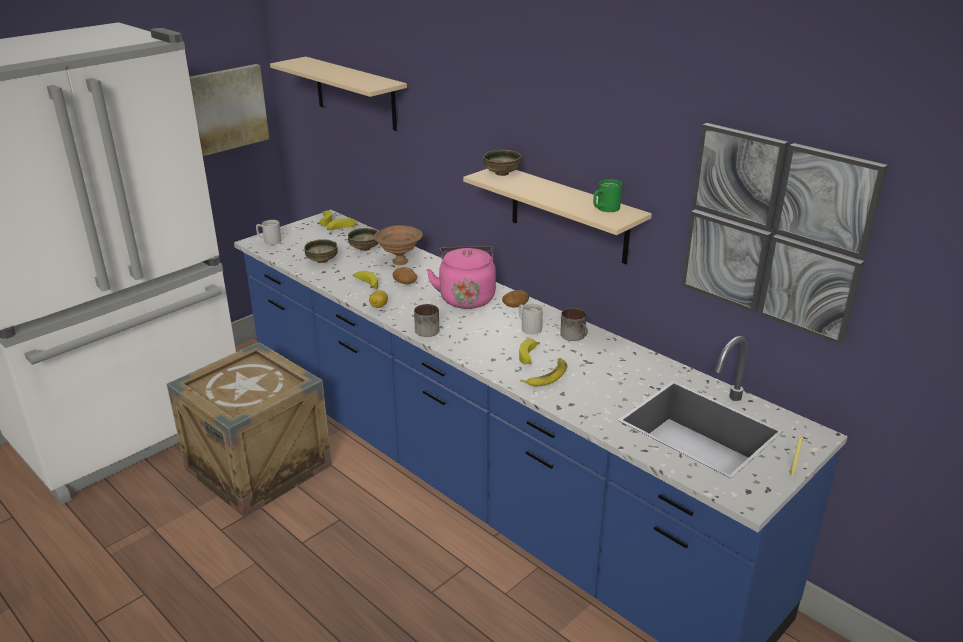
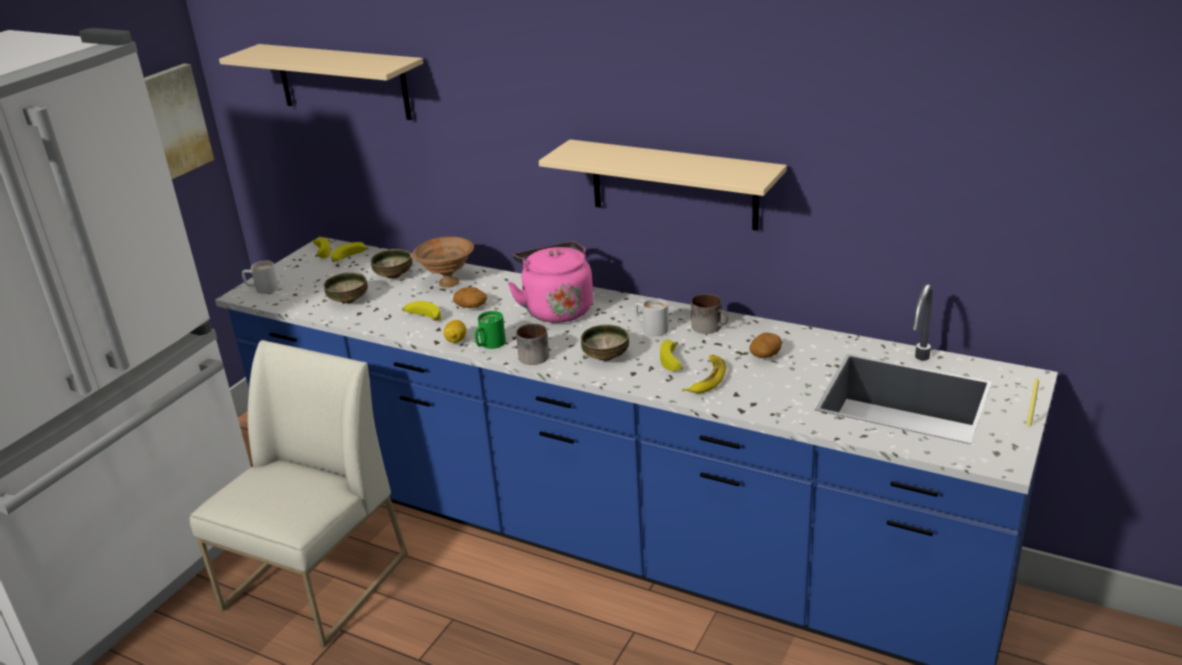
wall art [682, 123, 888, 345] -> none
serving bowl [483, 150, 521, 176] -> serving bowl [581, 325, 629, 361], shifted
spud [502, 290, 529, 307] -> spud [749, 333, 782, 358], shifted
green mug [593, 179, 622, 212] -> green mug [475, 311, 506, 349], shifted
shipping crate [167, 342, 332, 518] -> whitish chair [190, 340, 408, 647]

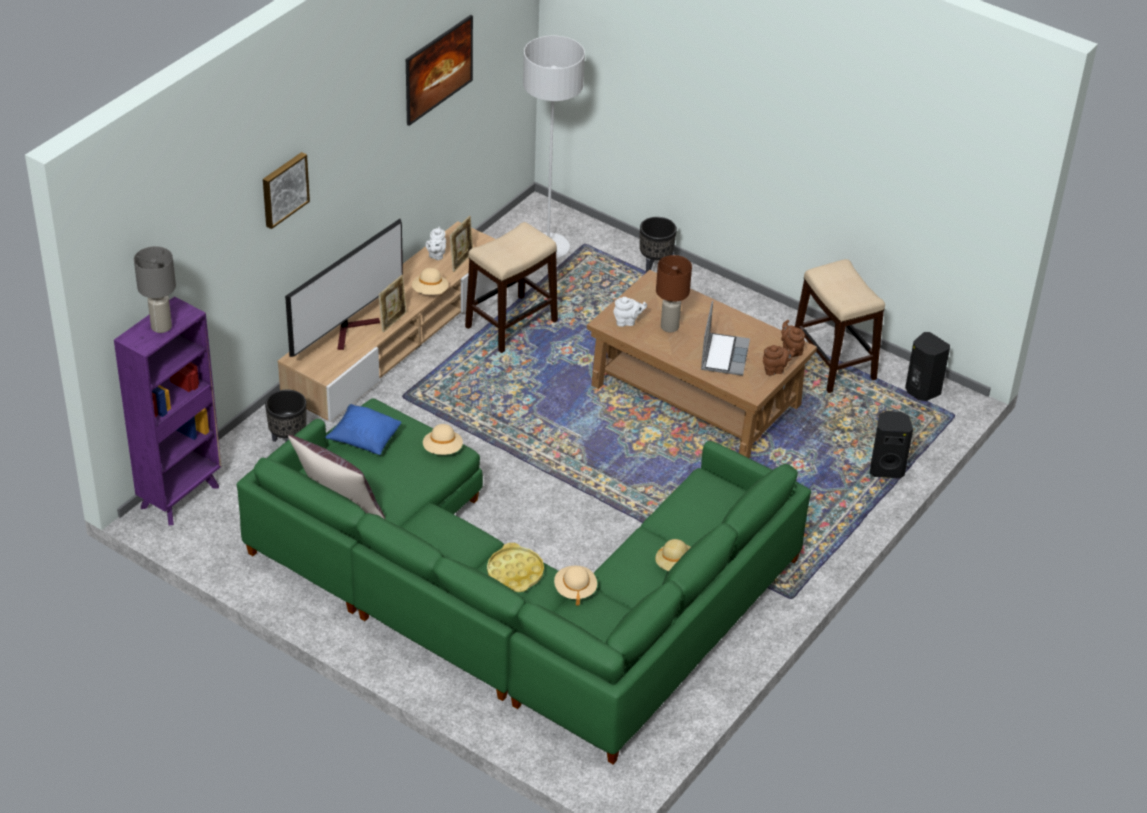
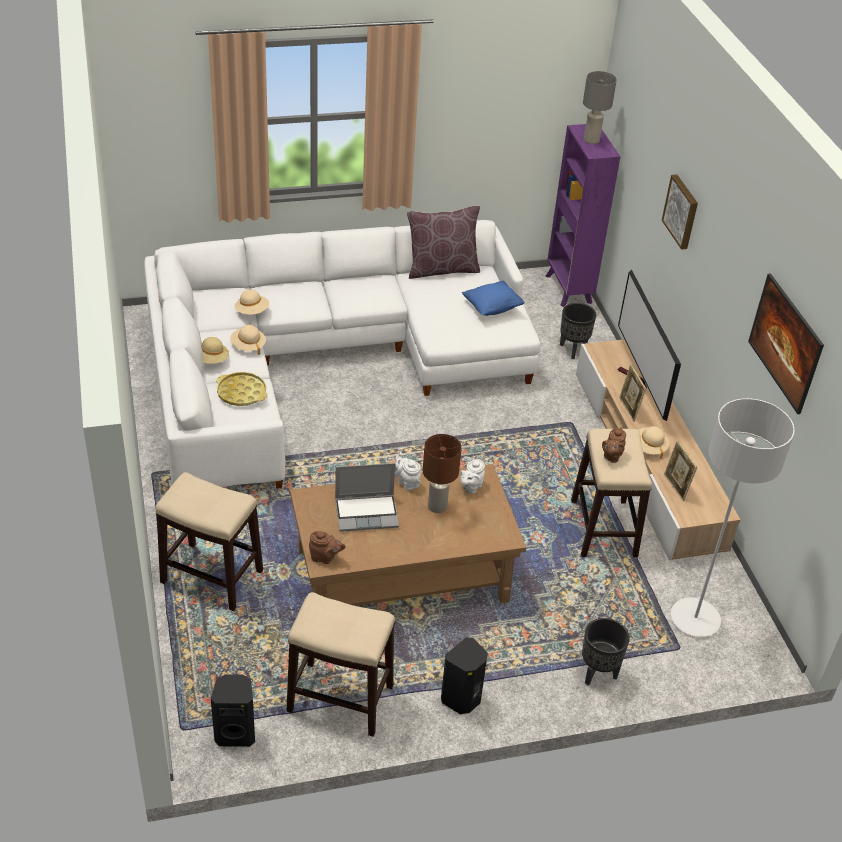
none -> stool seat [155, 472, 263, 611]
beige-coloured clothing hat [423, 424, 463, 455] -> beige-coloured clothing hat [230, 325, 266, 355], shifted
whitish tea pot [425, 227, 446, 260] -> whitish tea pot [395, 452, 421, 491], shifted
yellowish carrying tray [487, 543, 544, 592] -> yellowish carrying tray [216, 372, 267, 406], shifted
brownish tea pot [763, 345, 796, 376] -> brownish tea pot [602, 427, 626, 463], shifted
black-coloured loudspeaker [870, 411, 913, 478] -> black-coloured loudspeaker [441, 637, 488, 714], shifted
green sofa [237, 398, 811, 764] -> whitish sofa [144, 220, 541, 489]
notebook computer [701, 301, 750, 376] -> notebook computer [335, 463, 399, 532], 60 degrees counterclockwise

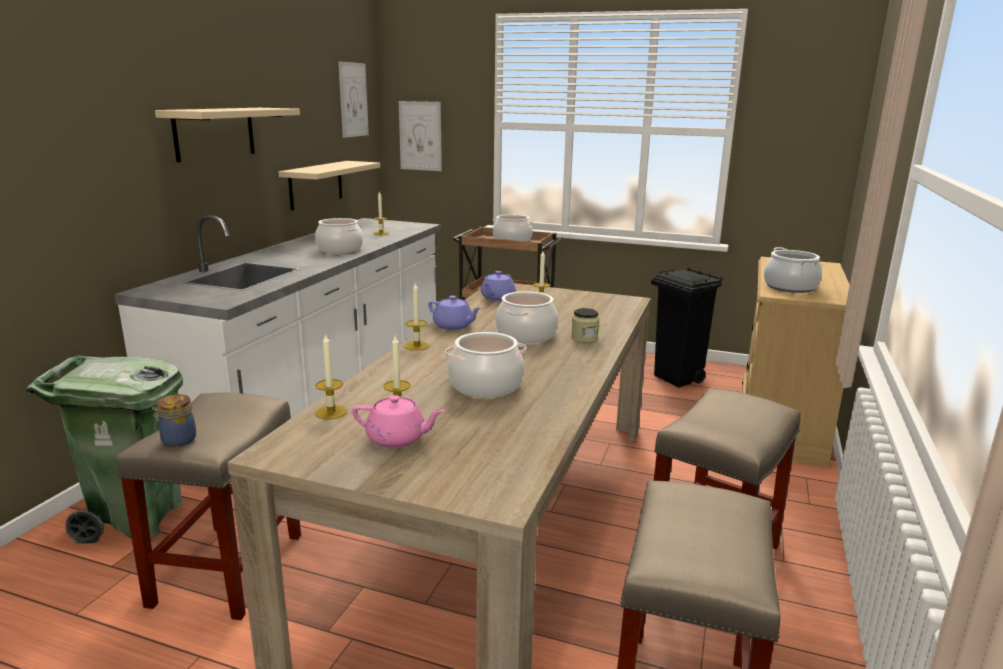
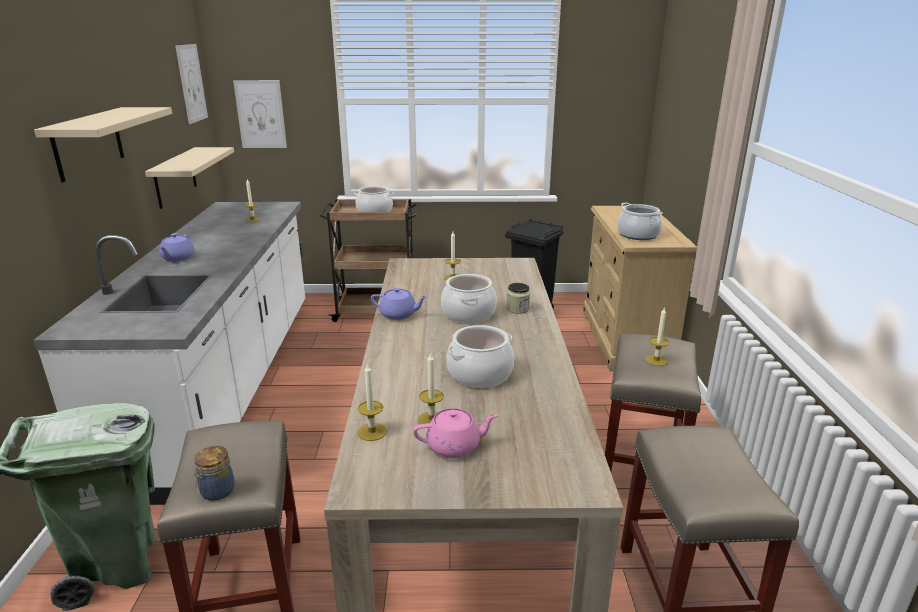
cooking pot [315, 218, 363, 254] -> none
wax candle [404, 283, 429, 351] -> wax candle [645, 307, 669, 366], shifted
purple-coloured tea pot [481, 271, 516, 301] -> purple-coloured tea pot [159, 233, 195, 261], shifted

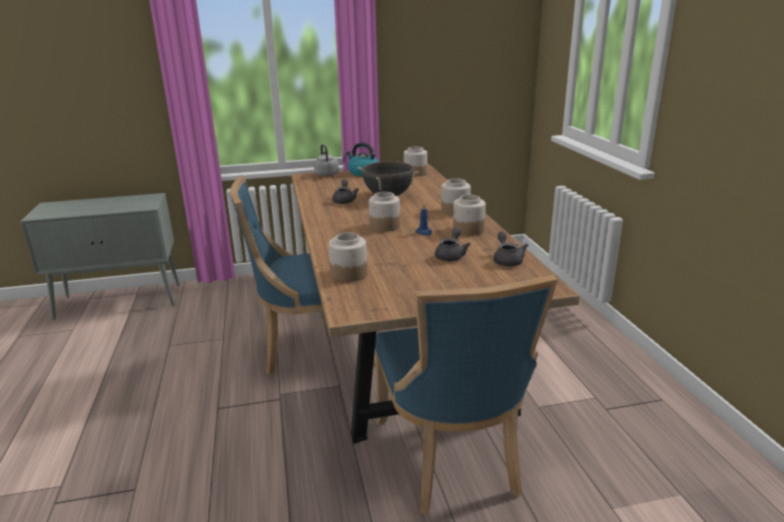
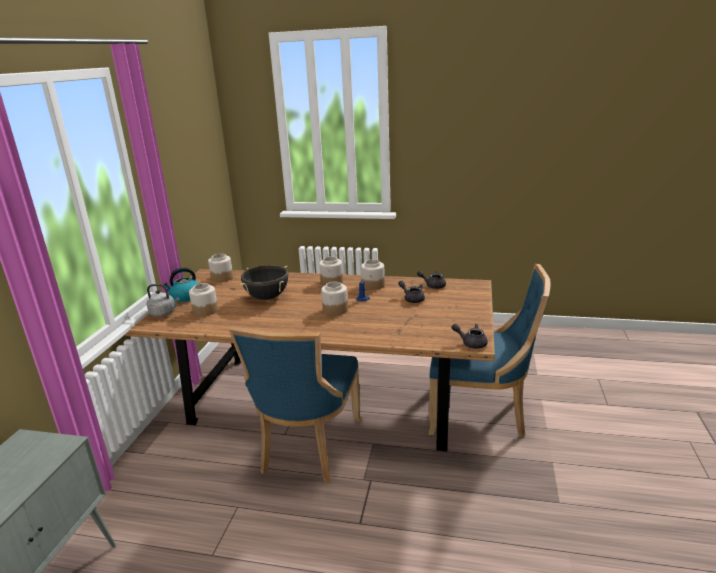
storage jar [329, 232, 367, 282] -> storage jar [189, 283, 218, 316], shifted
greyish tea pot [332, 179, 359, 204] -> greyish tea pot [451, 324, 488, 349], shifted

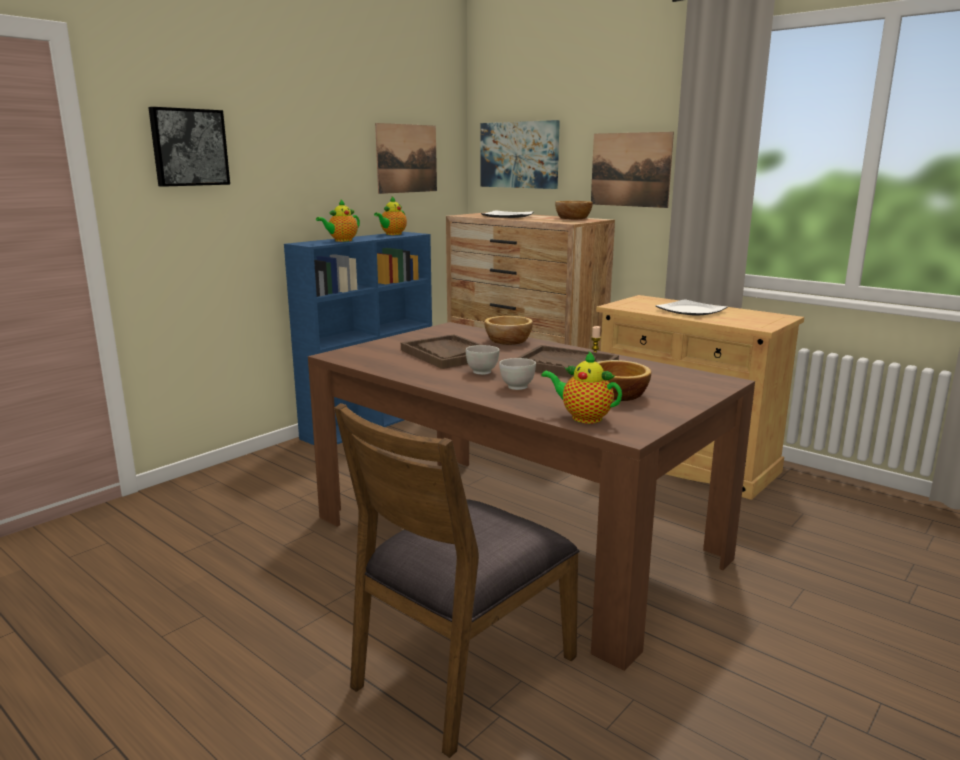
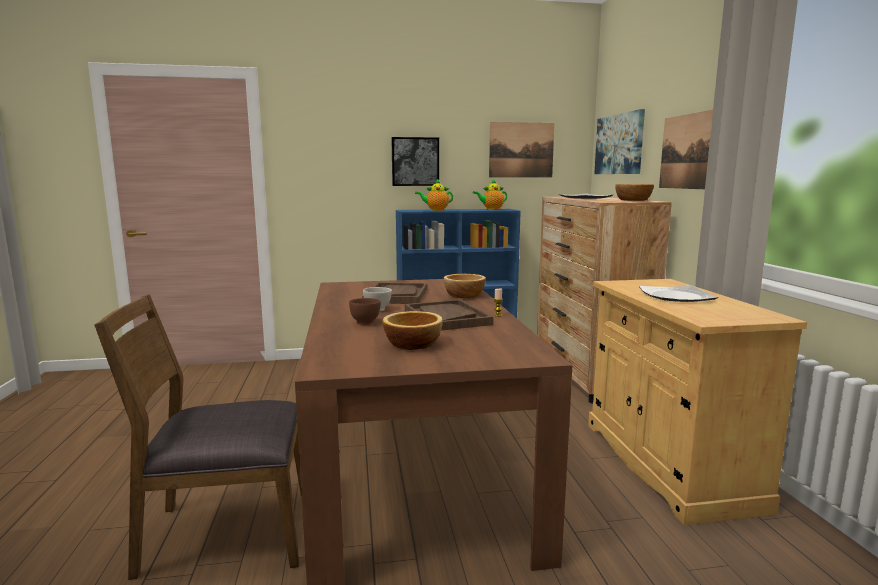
tea pot [541, 351, 622, 424] -> none
wall art [148, 107, 230, 187] -> wall art [391, 137, 439, 186], shifted
whitish serving bowl [499, 358, 536, 390] -> brownish serving bowl [349, 298, 381, 325]

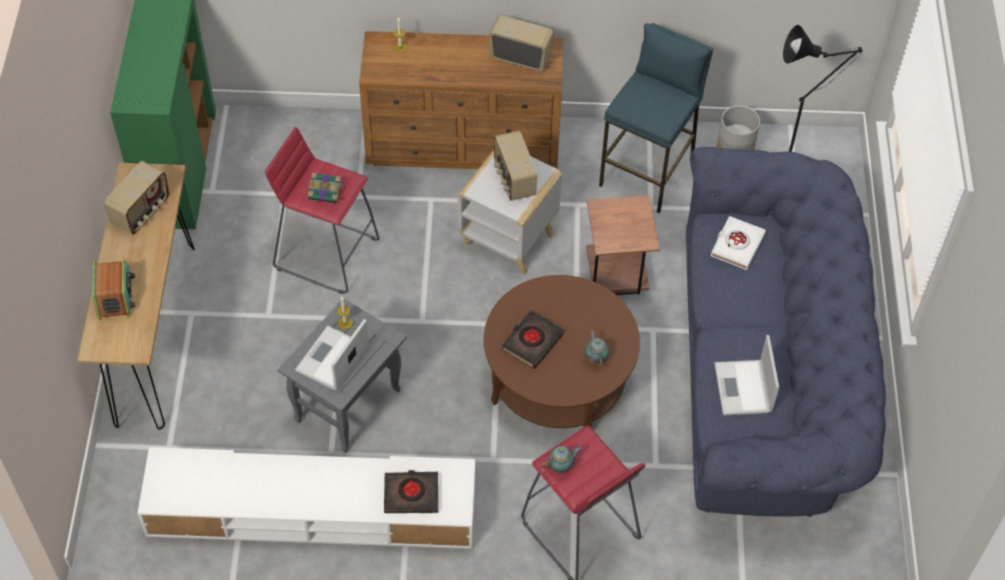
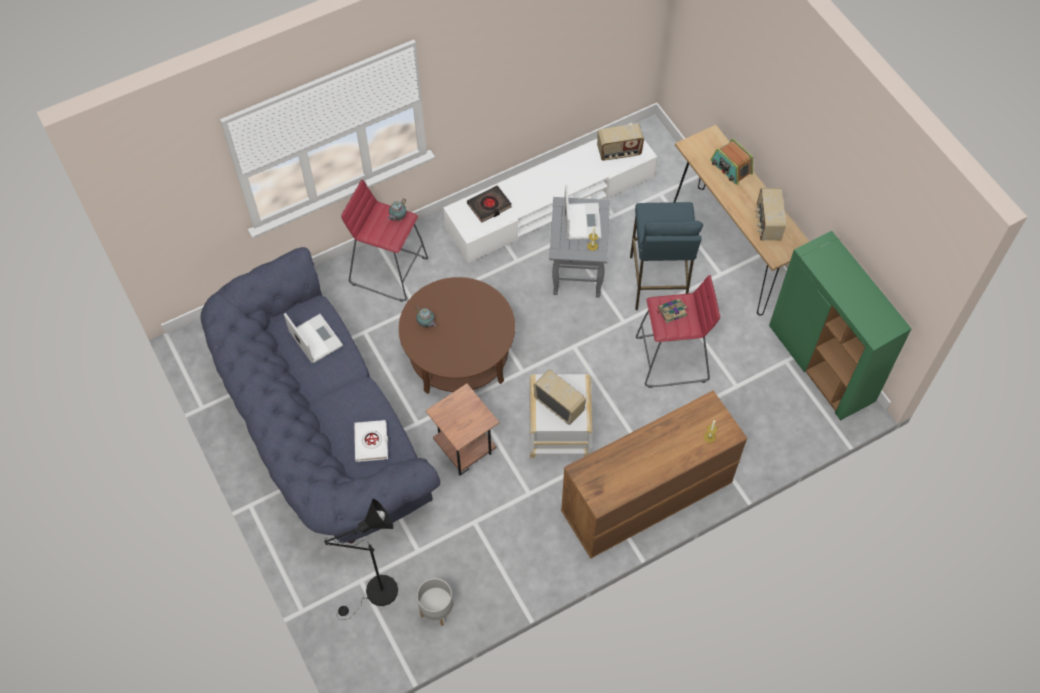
black-coloured bound book [502, 310, 564, 369] -> none
radio receiver [489, 15, 554, 72] -> radio receiver [597, 124, 644, 161], shifted
bluish stool seat [599, 23, 713, 213] -> bluish stool seat [630, 202, 703, 310], shifted

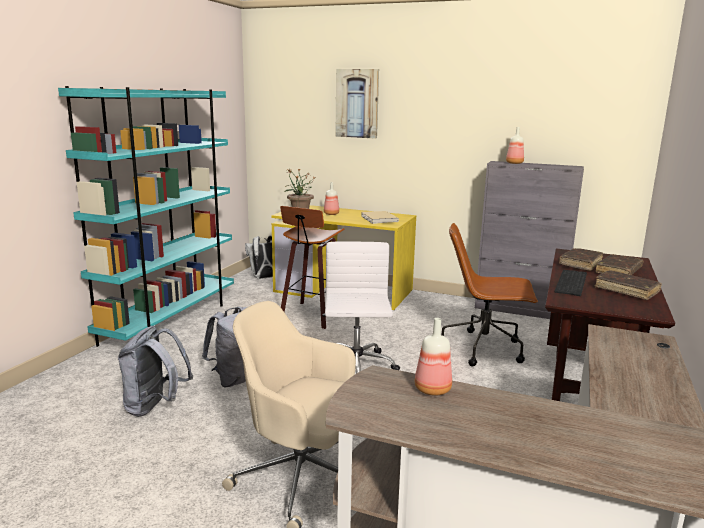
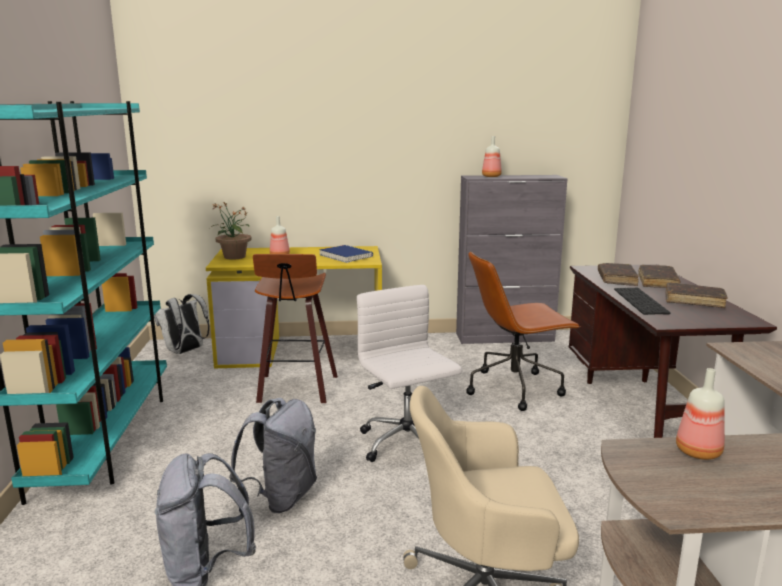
wall art [335, 69, 379, 139] -> none
beige-coloured bound book [361, 211, 399, 224] -> bluish bound book [319, 245, 373, 263]

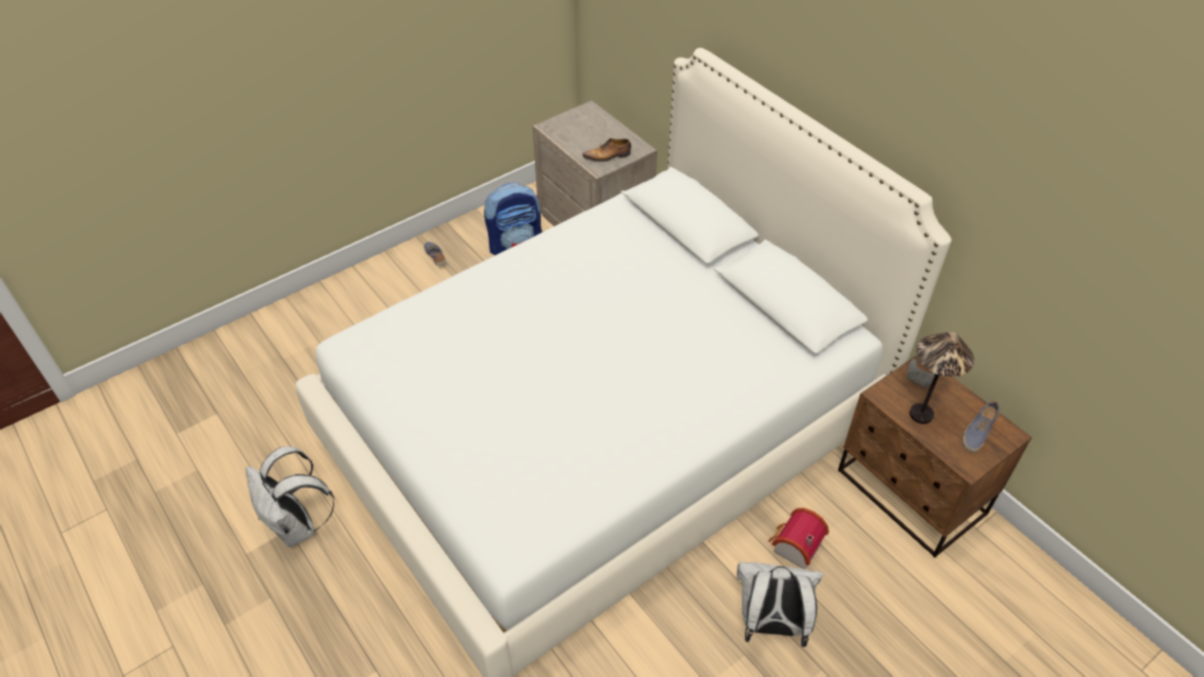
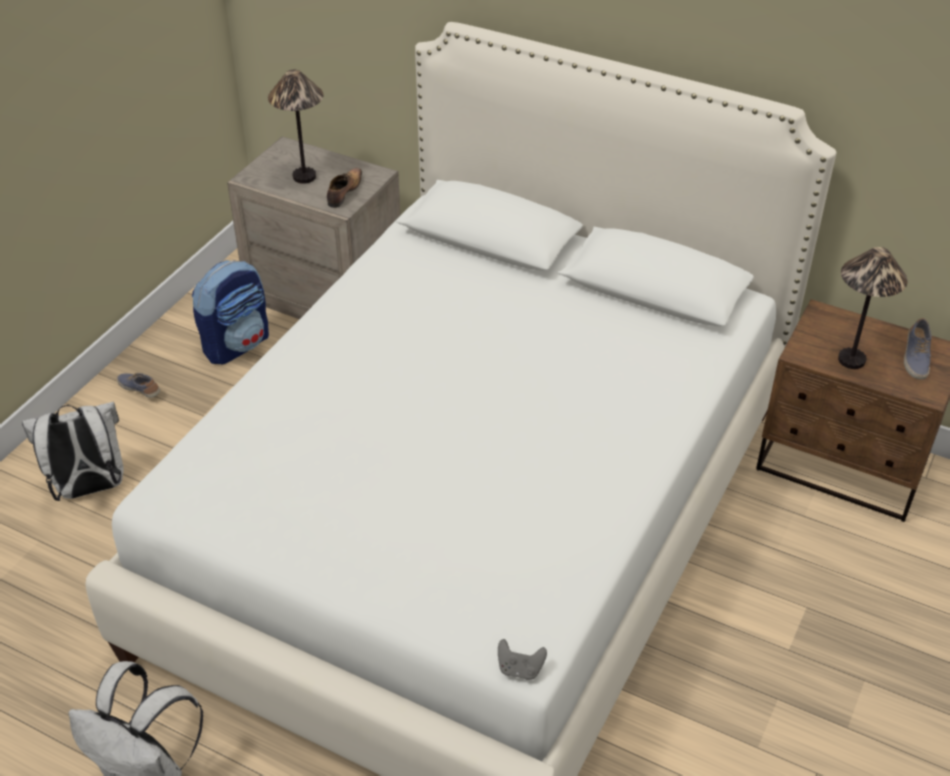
toy house [768, 508, 829, 569] -> none
none -> table lamp [268, 70, 324, 184]
whitish rucksack [737, 562, 824, 647] -> whitish rucksack [22, 402, 123, 501], shifted
greyish joypad [907, 359, 940, 388] -> greyish joypad [498, 639, 547, 680], shifted
item of footwear [583, 138, 631, 162] -> item of footwear [327, 168, 362, 208], 150 degrees clockwise

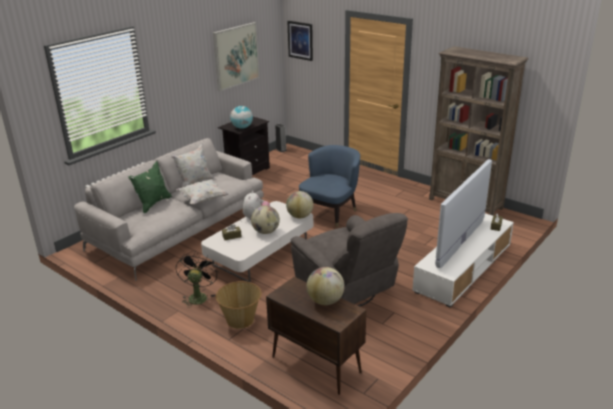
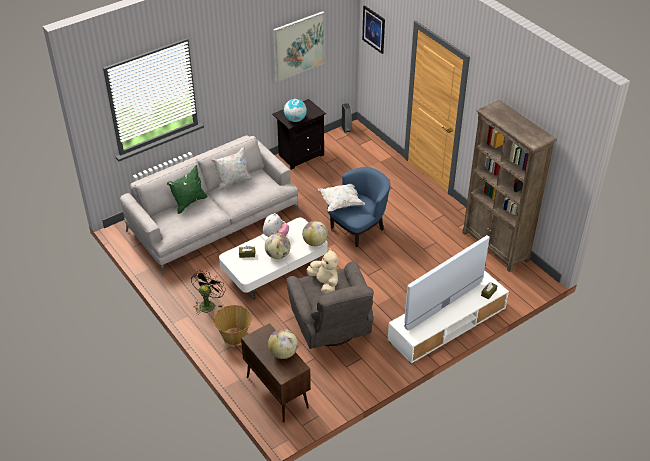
none -> beige-coloured soft toy [306, 248, 338, 294]
whitish throw pillow [176, 179, 229, 204] -> whitish throw pillow [318, 184, 365, 211], shifted

